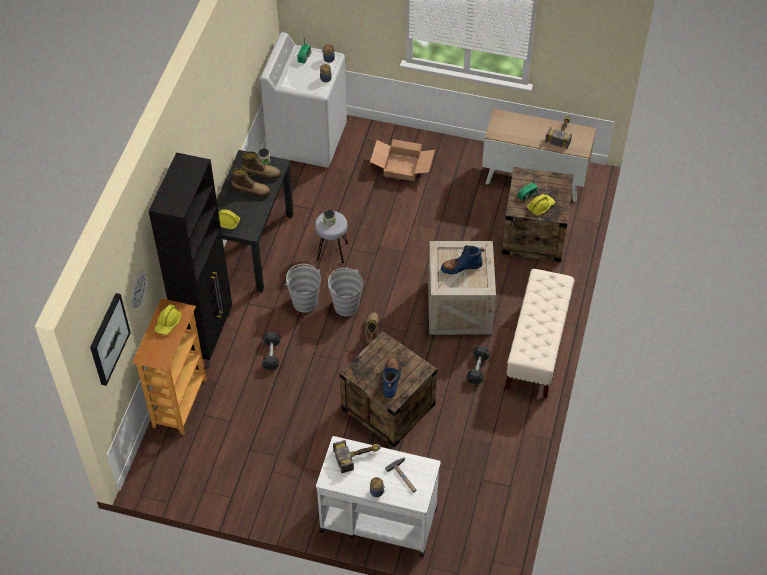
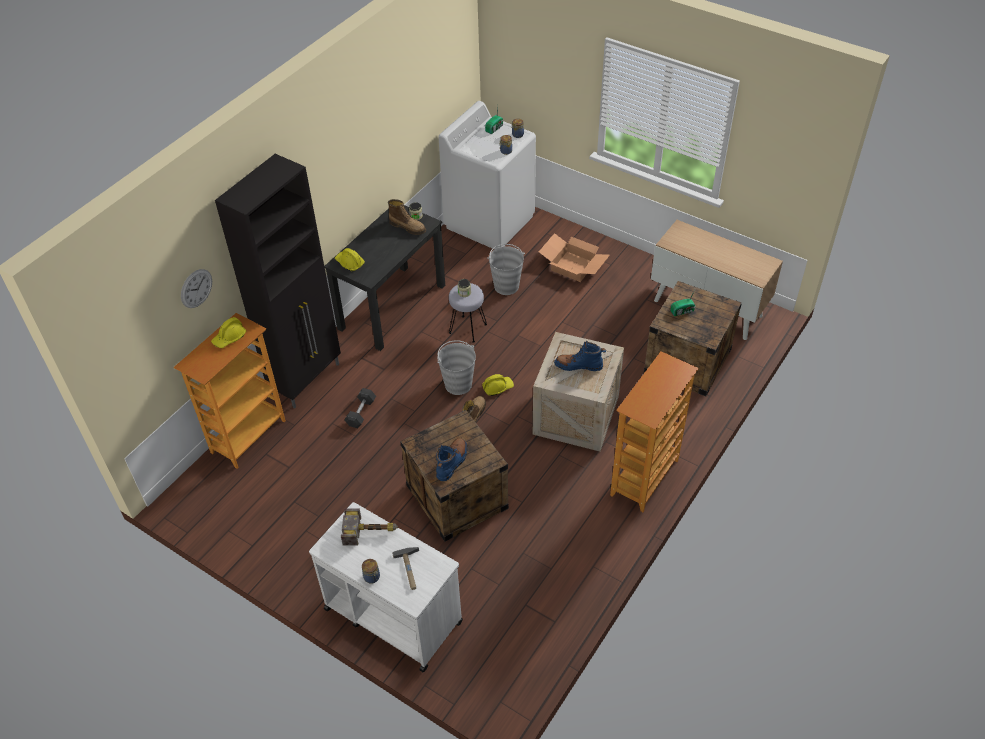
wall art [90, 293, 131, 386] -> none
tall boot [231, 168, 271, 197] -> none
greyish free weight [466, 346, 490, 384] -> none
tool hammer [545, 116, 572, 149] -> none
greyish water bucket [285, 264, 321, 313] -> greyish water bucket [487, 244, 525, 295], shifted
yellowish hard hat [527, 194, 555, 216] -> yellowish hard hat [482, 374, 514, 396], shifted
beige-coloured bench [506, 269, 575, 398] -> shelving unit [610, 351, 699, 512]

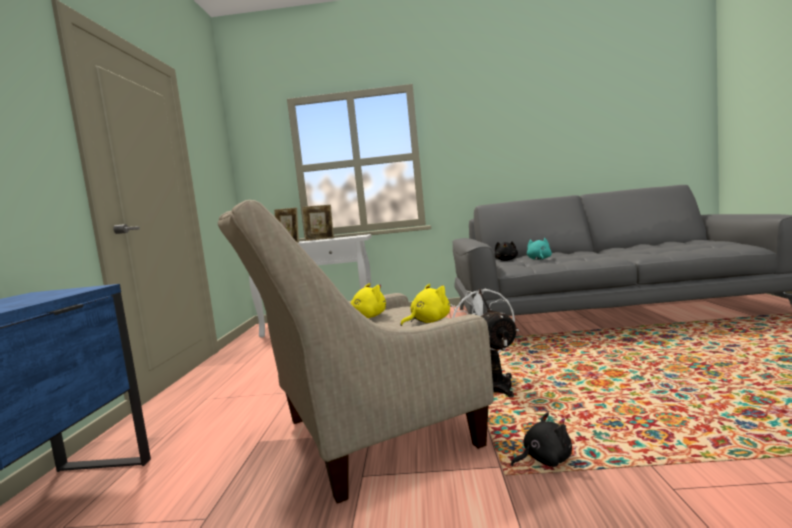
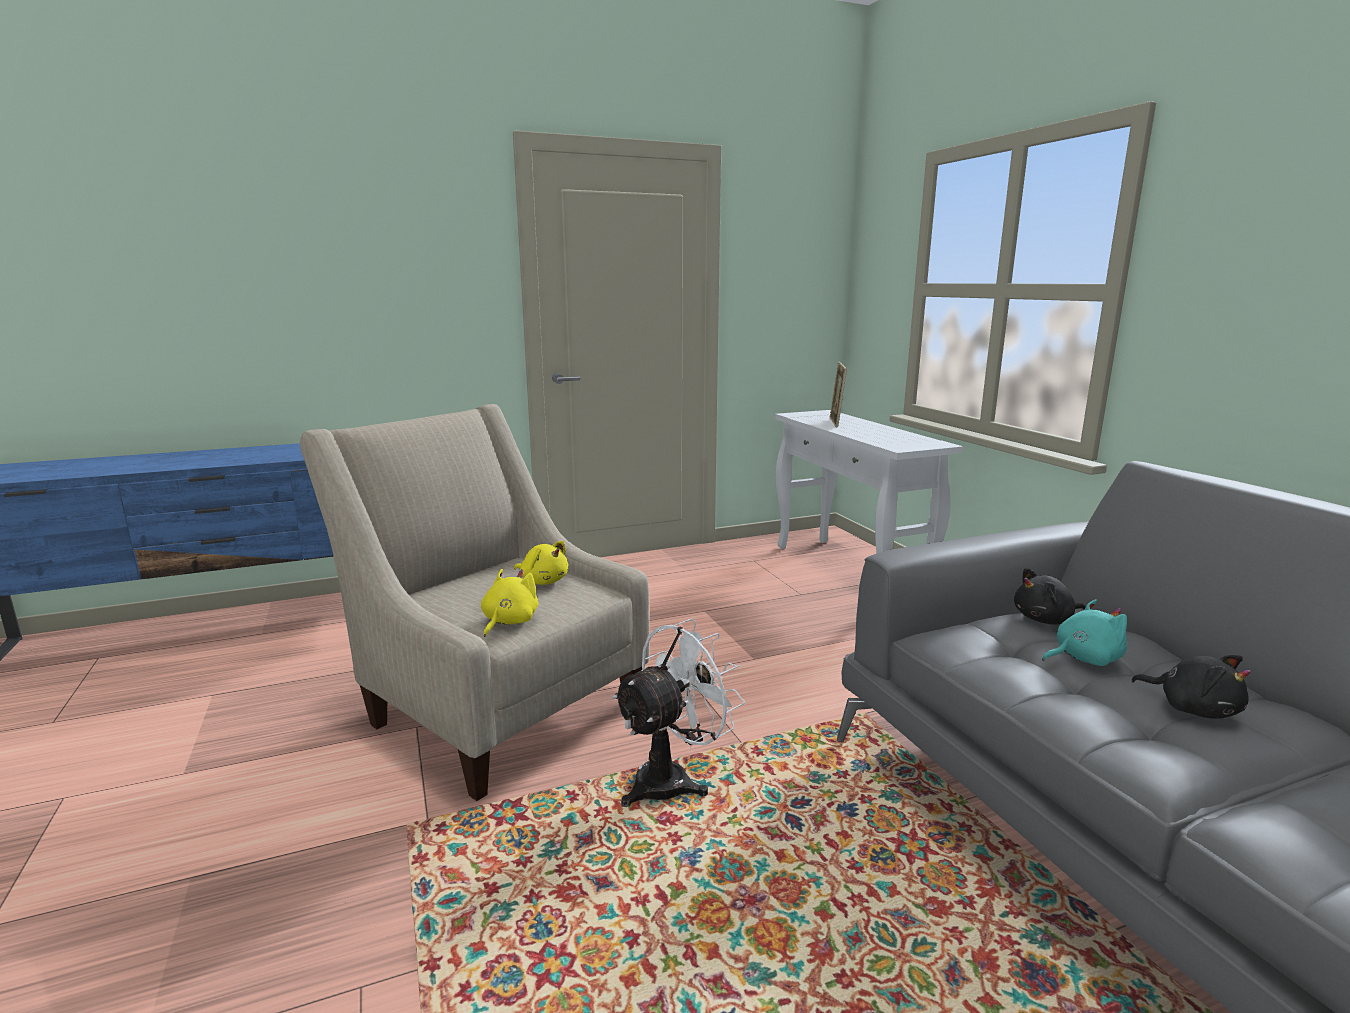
picture frame [302, 205, 334, 241] -> none
black-coloured soft toy [511, 412, 572, 467] -> black-coloured soft toy [1131, 655, 1251, 719], shifted
yellowish soft toy [401, 284, 450, 326] -> yellowish soft toy [481, 569, 539, 637], 105 degrees counterclockwise

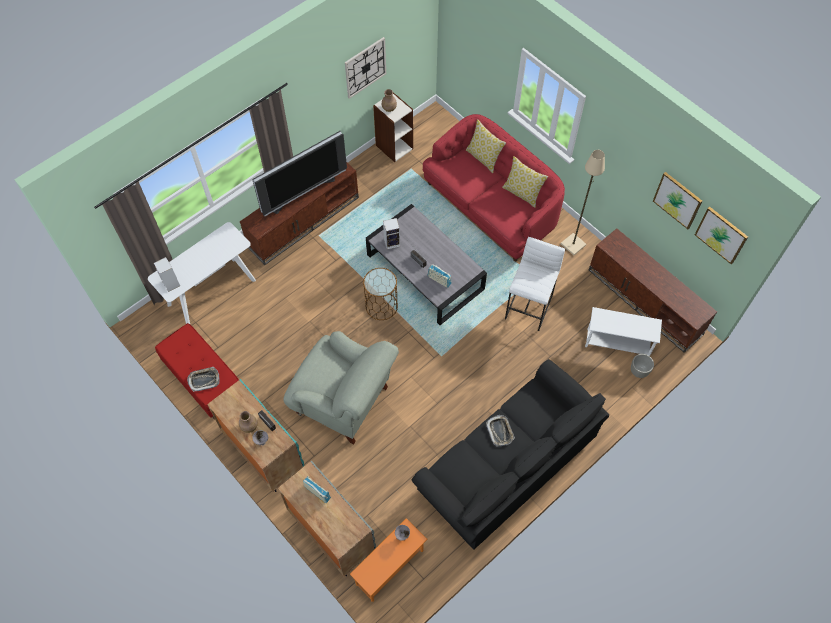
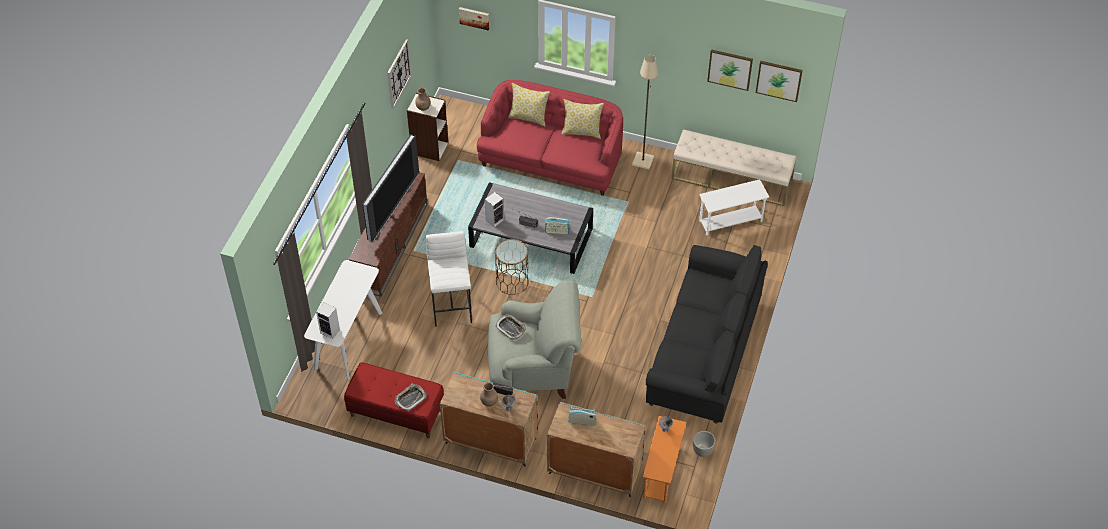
none -> wall art [459, 7, 489, 30]
carrying tray [486, 415, 515, 447] -> carrying tray [495, 314, 527, 340], shifted
whitish stool seat [505, 237, 565, 331] -> whitish stool seat [426, 231, 472, 327], shifted
greyish planter [631, 354, 654, 378] -> greyish planter [693, 431, 716, 457], shifted
brownish media console [589, 228, 717, 353] -> beige-coloured bench [672, 129, 797, 206]

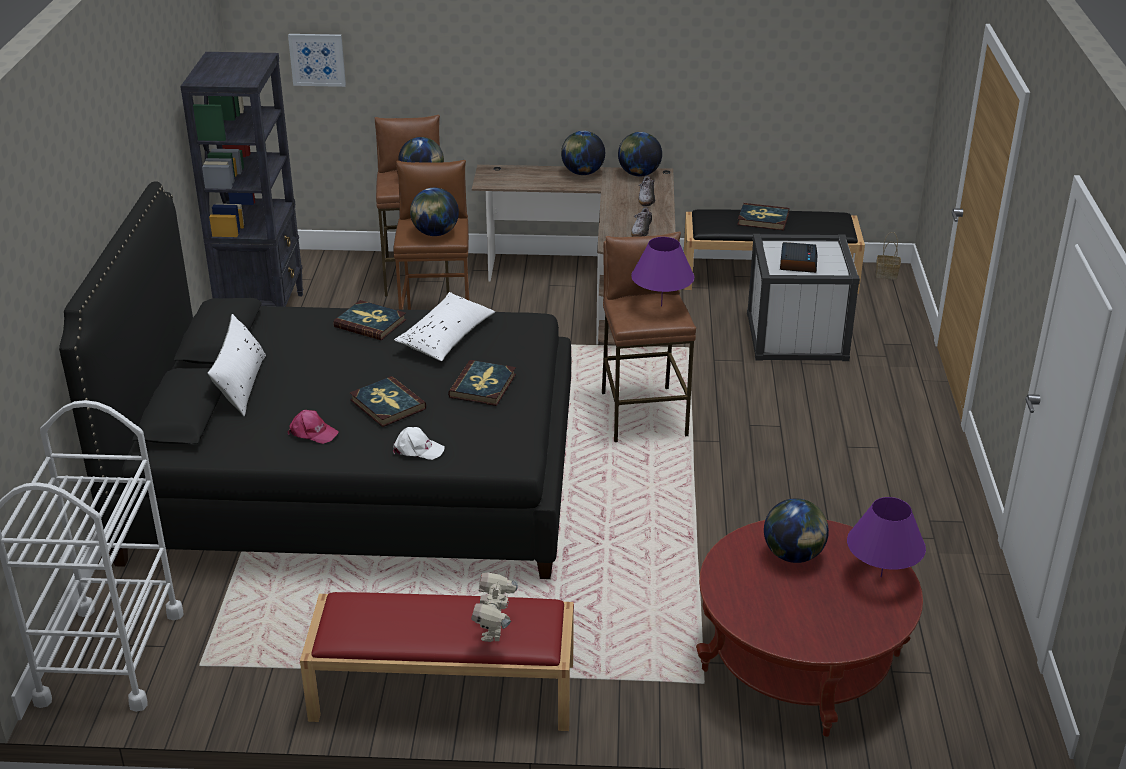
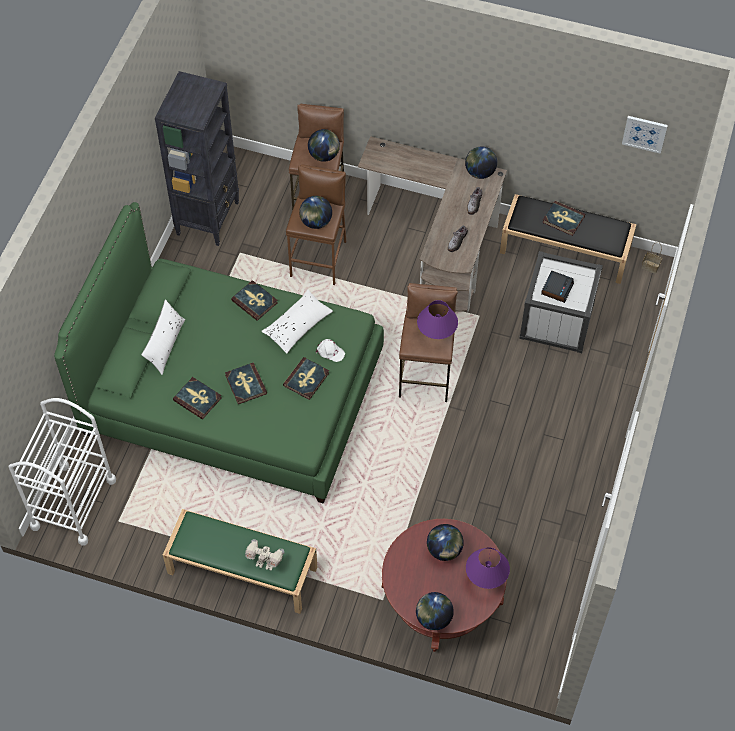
wall art [288, 34, 346, 87] -> wall art [622, 116, 668, 154], shifted
whitish cap [393, 427, 445, 460] -> whitish cap [316, 339, 345, 362], shifted
world globe [561, 131, 605, 175] -> world globe [416, 592, 454, 630], shifted
pink cap [288, 410, 339, 444] -> bound book [173, 377, 222, 419]
black-coloured bed [59, 181, 571, 579] -> green bed [54, 202, 384, 504]
reddish bench [300, 592, 574, 731] -> green bench [163, 509, 317, 614]
robot figure [471, 573, 518, 642] -> robot figure [245, 539, 285, 571], 90 degrees counterclockwise

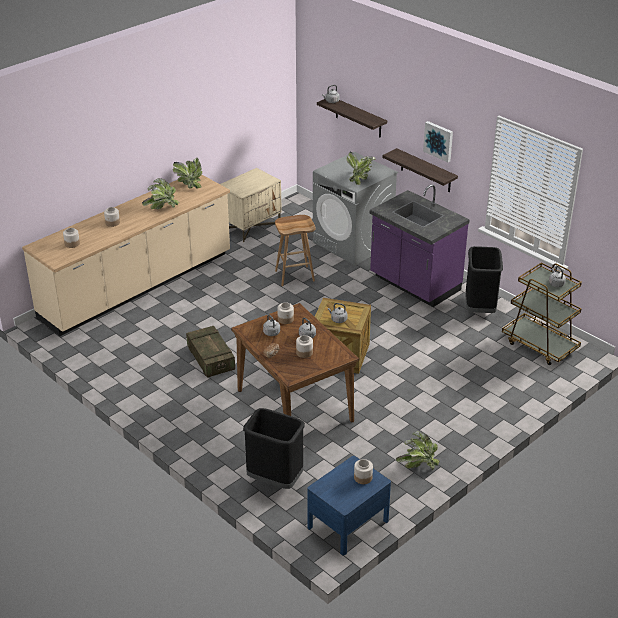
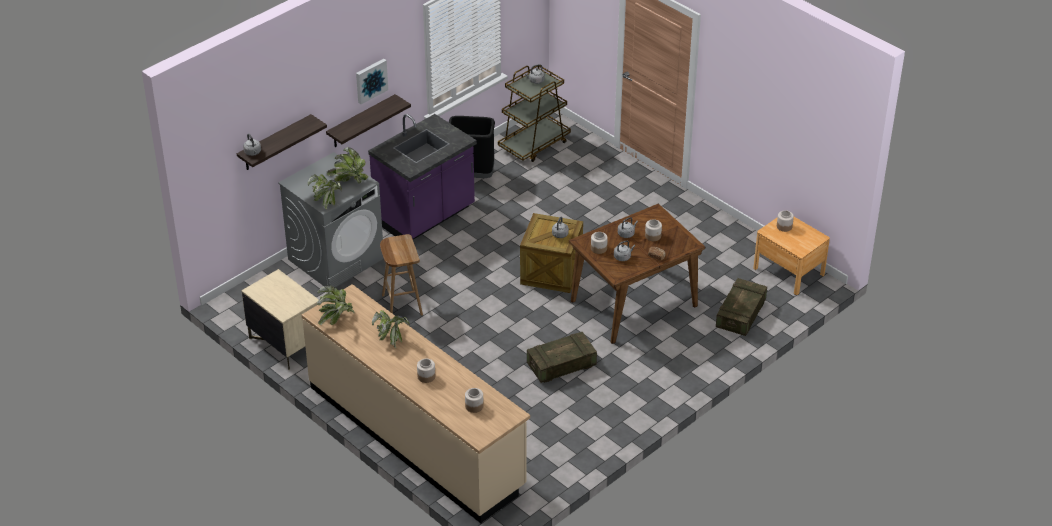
houseplant [396, 431, 440, 470] -> houseplant [308, 174, 342, 209], shifted
black-coloured waste bin [243, 408, 305, 489] -> shipping crate [716, 278, 767, 336]
bluish bedside table [307, 456, 391, 555] -> brownish bedside table [753, 217, 830, 295]

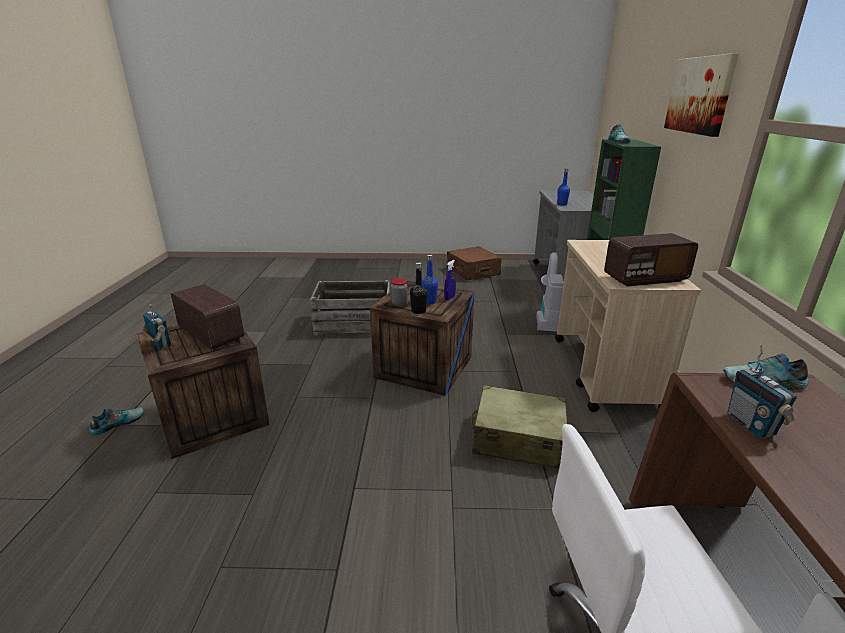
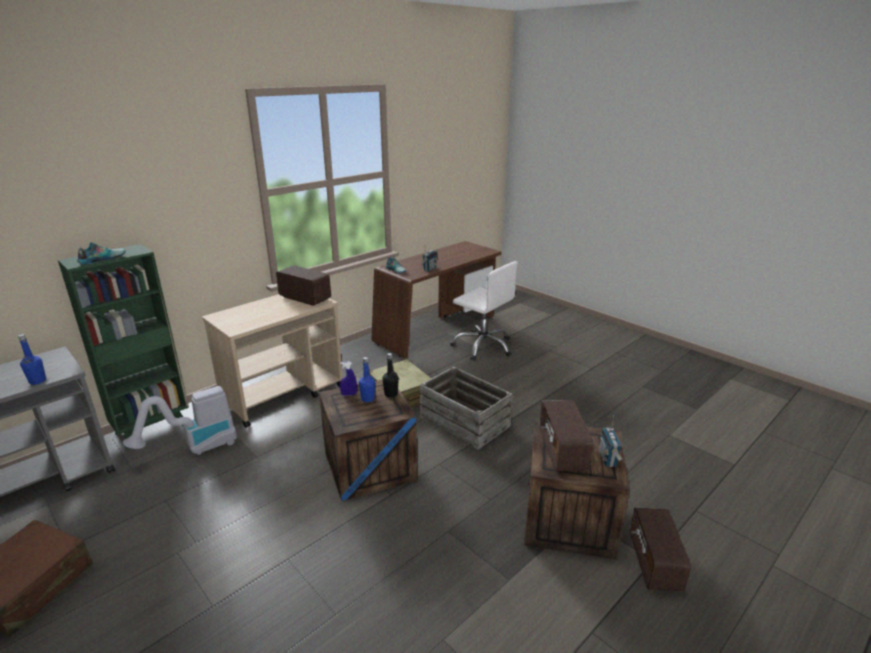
storage jar [390, 278, 408, 306] -> none
wall art [664, 53, 739, 137] -> none
shipping crate [309, 280, 390, 336] -> shipping crate [420, 366, 513, 450], shifted
item of footwear [89, 408, 145, 435] -> radio receiver [630, 507, 691, 592]

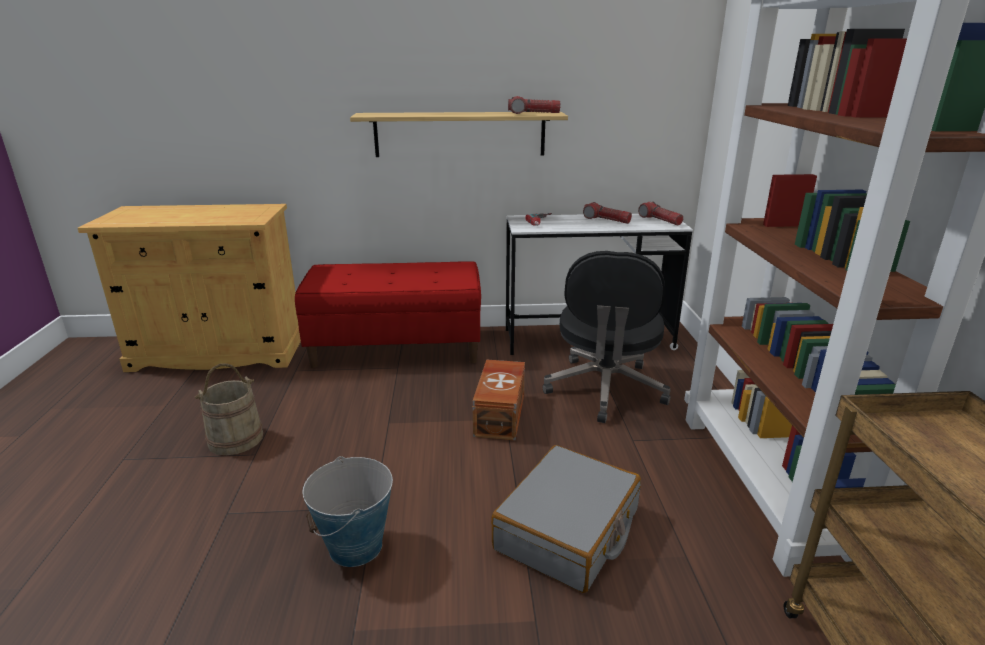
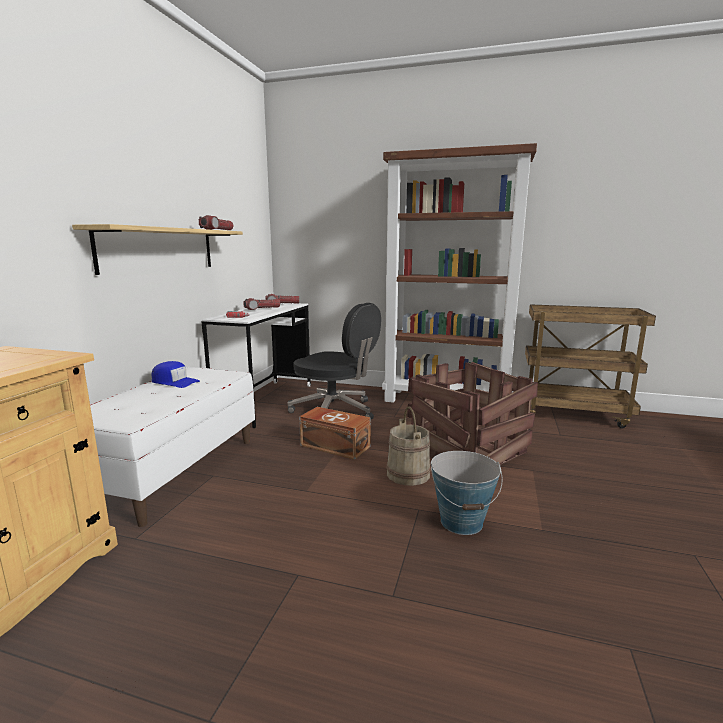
none -> bluish cap [152, 361, 200, 388]
beige-coloured water bucket [194, 363, 263, 455] -> beige-coloured water bucket [386, 406, 431, 486], shifted
greyish piece of luggage [491, 445, 641, 593] -> shipping crate [408, 362, 538, 466]
reddish bench [295, 262, 481, 368] -> whitish bench [90, 367, 255, 527]

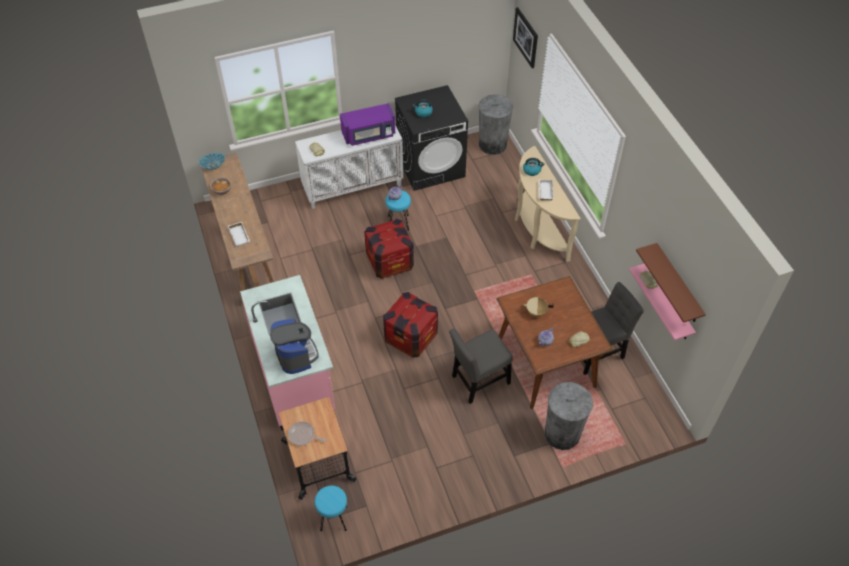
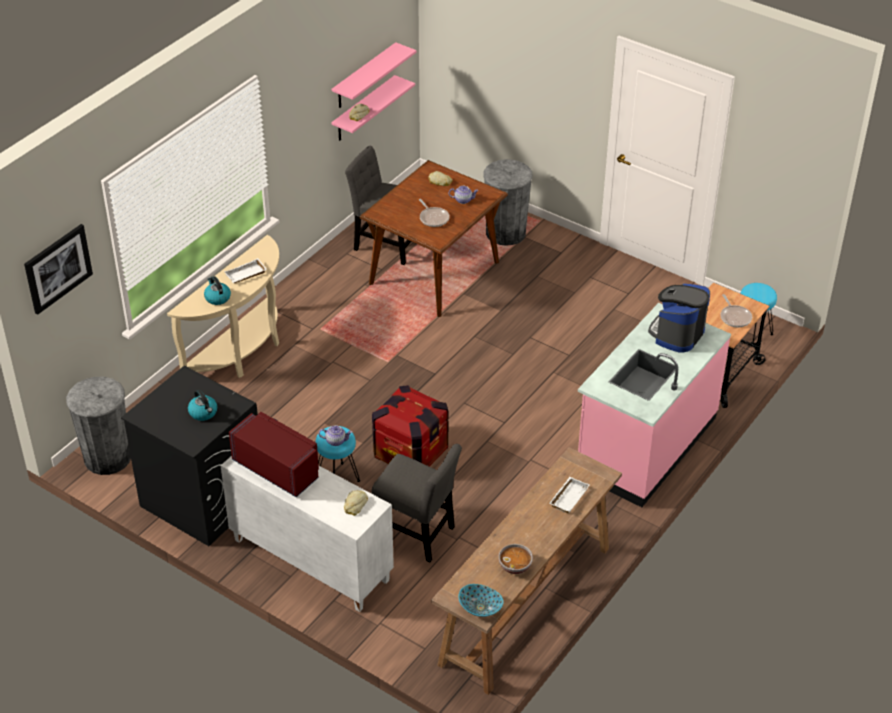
shipping crate [383, 292, 438, 358] -> none
greyish chair [449, 329, 513, 404] -> greyish chair [372, 444, 462, 562], shifted
beige-coloured cooking pot [524, 297, 554, 317] -> skillet [419, 199, 449, 227]
purple-coloured microwave oven [340, 103, 395, 146] -> reddish microwave oven [229, 412, 319, 497]
brownish bracket shelf [636, 243, 706, 323] -> pink bracket shelf [332, 42, 417, 108]

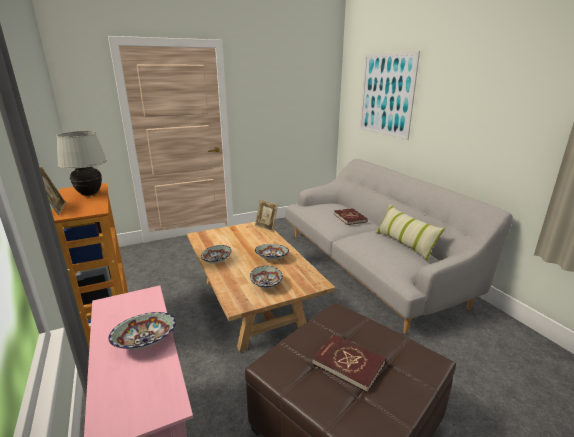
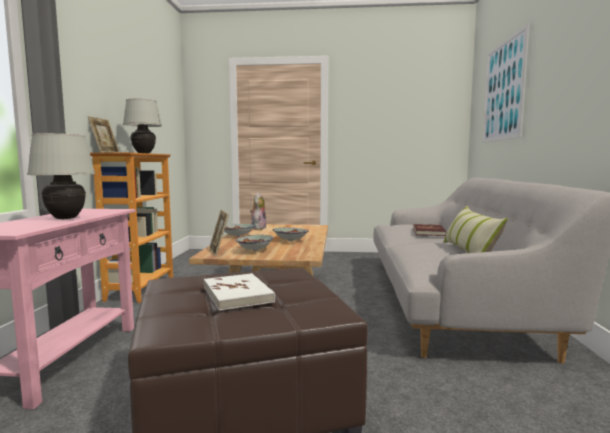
none -> soft toy [250, 192, 267, 229]
picture frame [255, 199, 278, 232] -> picture frame [209, 210, 229, 256], shifted
serving bowl [109, 312, 176, 350] -> whitish table lamp [27, 133, 95, 219]
reddish bound book [312, 334, 386, 393] -> whitish bound book [204, 273, 275, 311]

